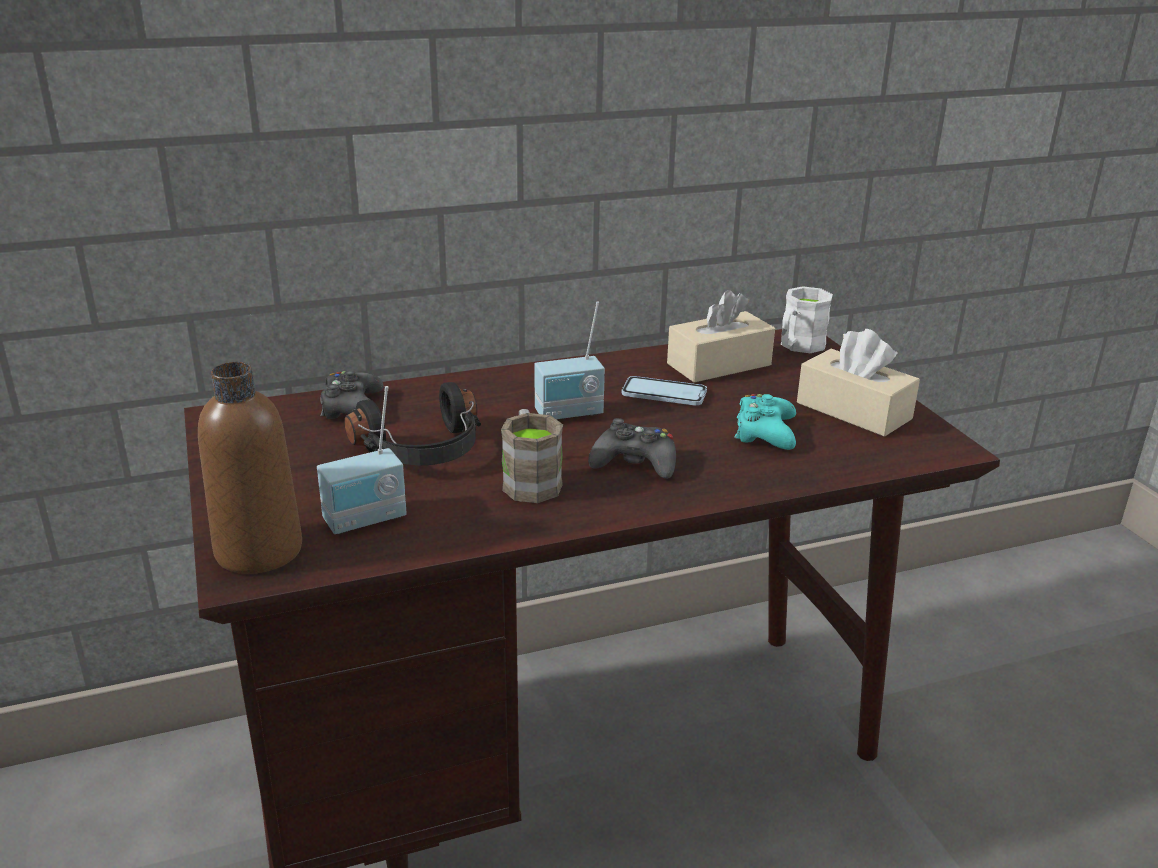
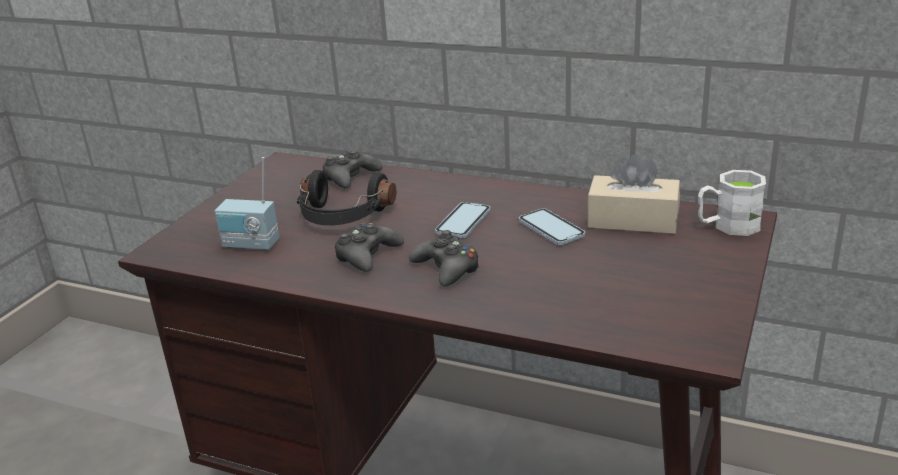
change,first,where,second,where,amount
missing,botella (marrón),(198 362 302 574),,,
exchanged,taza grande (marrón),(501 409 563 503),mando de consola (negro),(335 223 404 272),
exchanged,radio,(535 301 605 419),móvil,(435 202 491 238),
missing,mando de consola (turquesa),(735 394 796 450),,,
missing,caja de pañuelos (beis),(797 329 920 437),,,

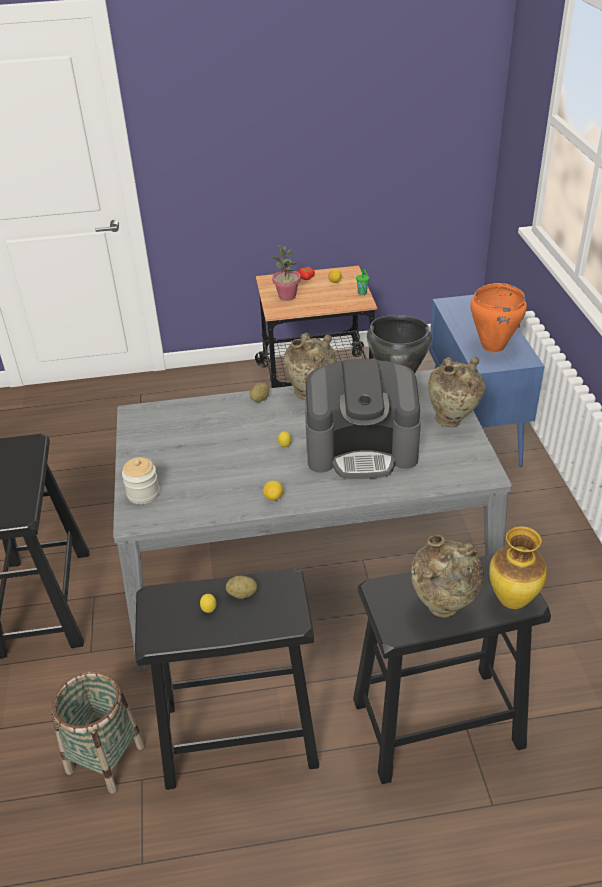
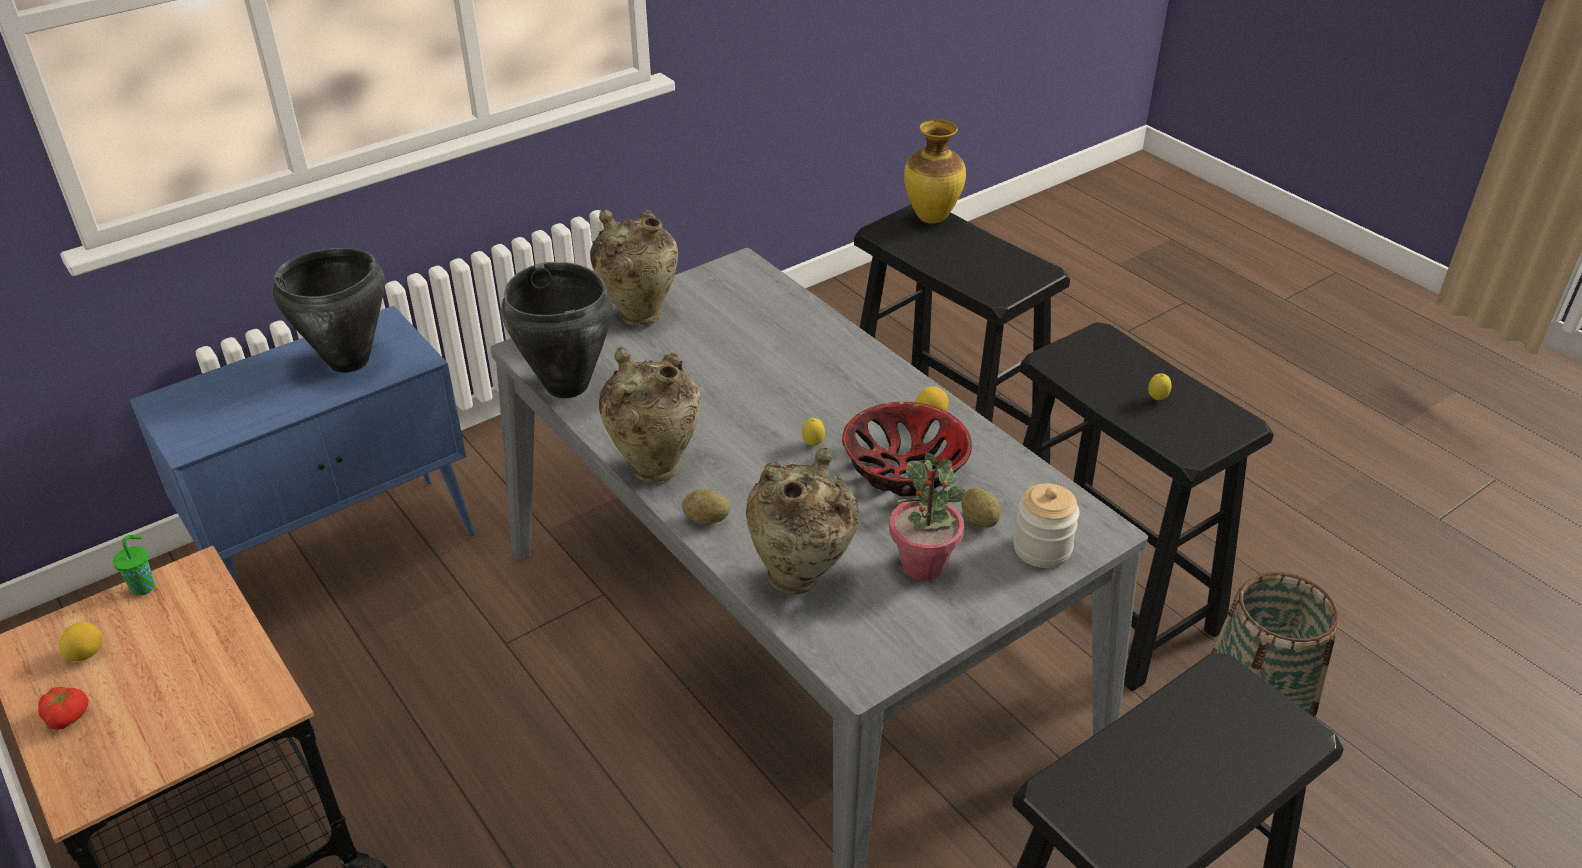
change,first,where,second,where,amount
relocated,patata,(226 576 257 599),,(961 488 1001 528),
relocated,planta en maceta,(271 245 301 301),,(889 452 965 580),
missing,cafetera,(305 358 421 479),,,
relocated,florero (beis),(411 535 484 618),,(746 448 859 594),
colour,olla (naranja),(470 283 527 352),olla (negro),(273 248 385 373),
appeared,,,cuenco,(842 402 972 496),

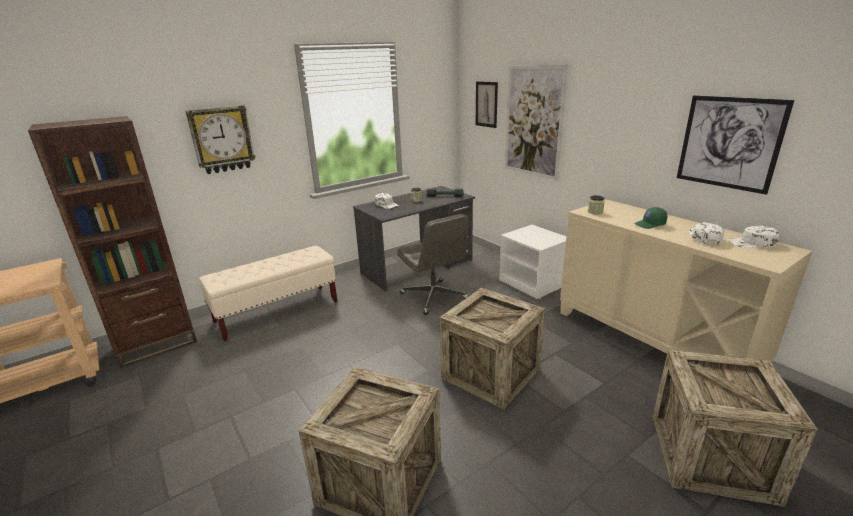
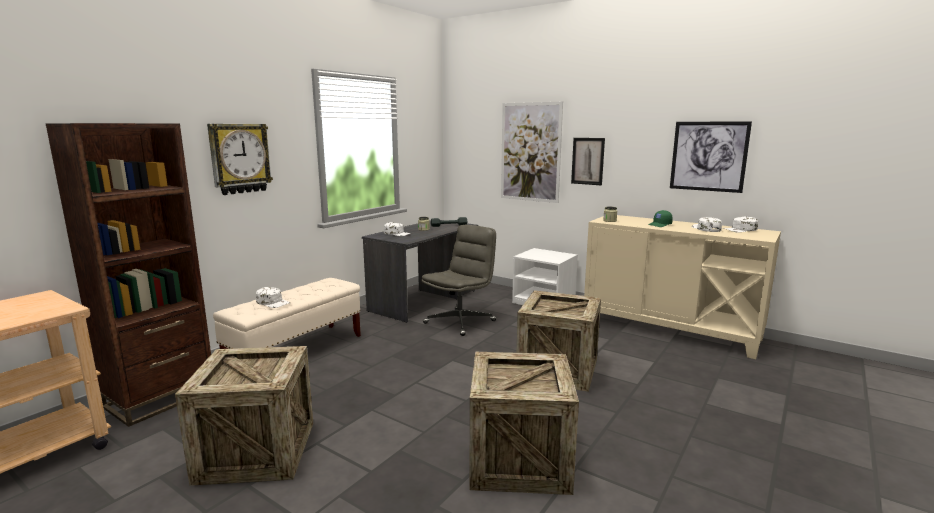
change,first,where,second,where,amount
spun,silla de oficina (gris),(397 214 469 315),,(421 225 496 336),90 degrees counterclockwise
relocated,cuadro,(476 81 498 128),,(571 138 605 185),
relocated,caja de embalaje,(653 350 818 507),,(175 346 313 486),
appeared,,,gorra (blanco),(256 287 291 308),

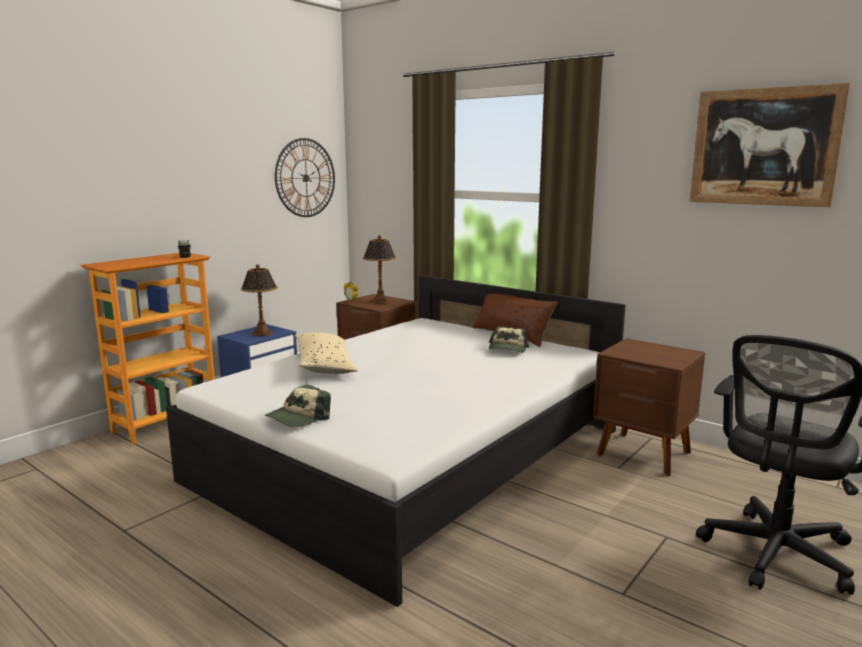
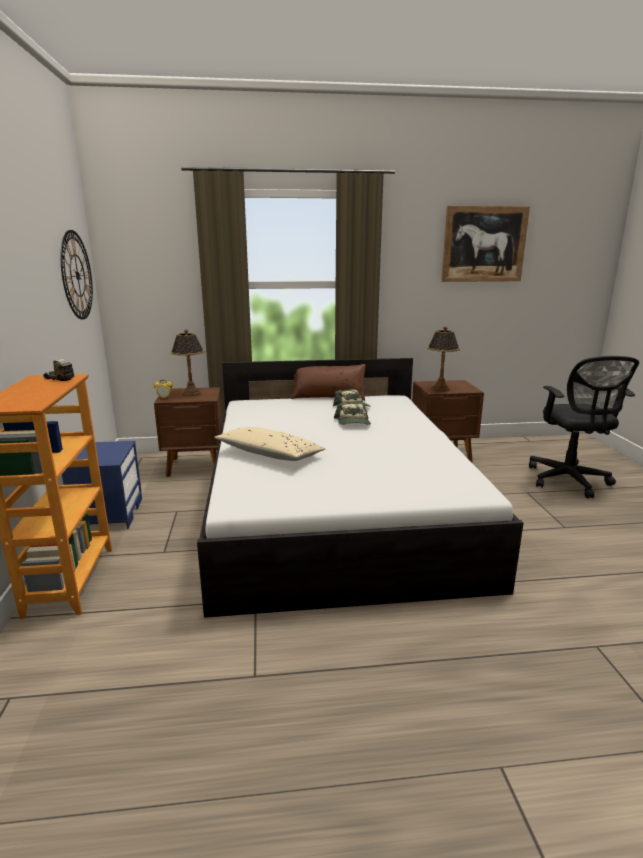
change,first,where,second,where,amount
relocated,lámpara de mesa,(241 264 278 336),,(427 327 460 391),
relocated,gorra,(265 384 331 427),,(334 403 371 425),

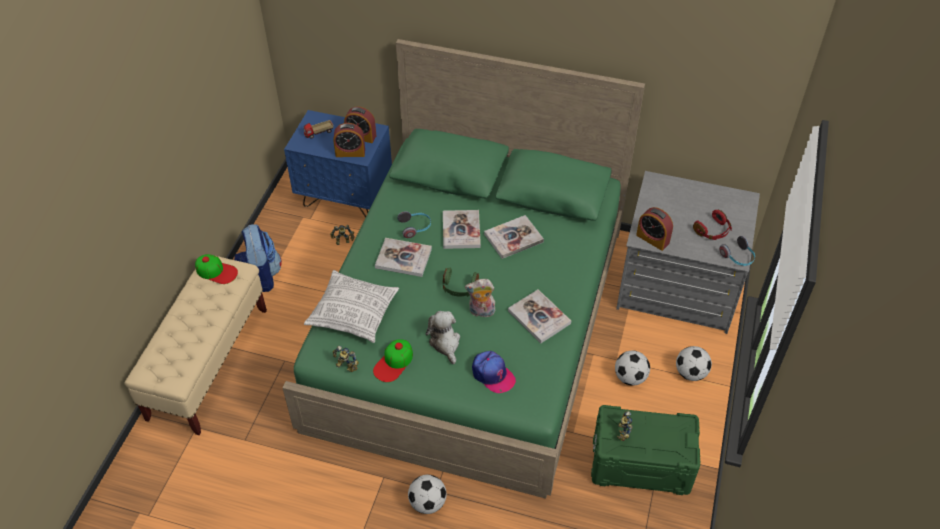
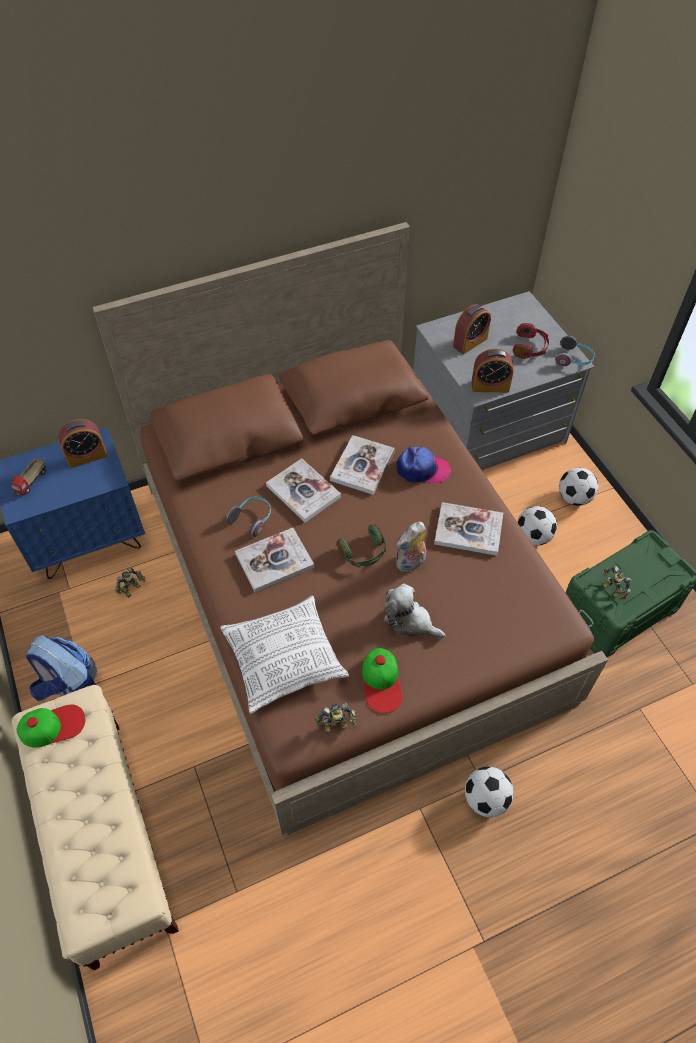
change,first,where,second,where,amount
colour,cama (verde),(283 39 645 499),cama (marrón),(92 222 608 835),
relocated,despertador,(333 123 365 157),,(453 304 491 354),
relocated,gorra,(472 351 516 393),,(396 447 451 484),

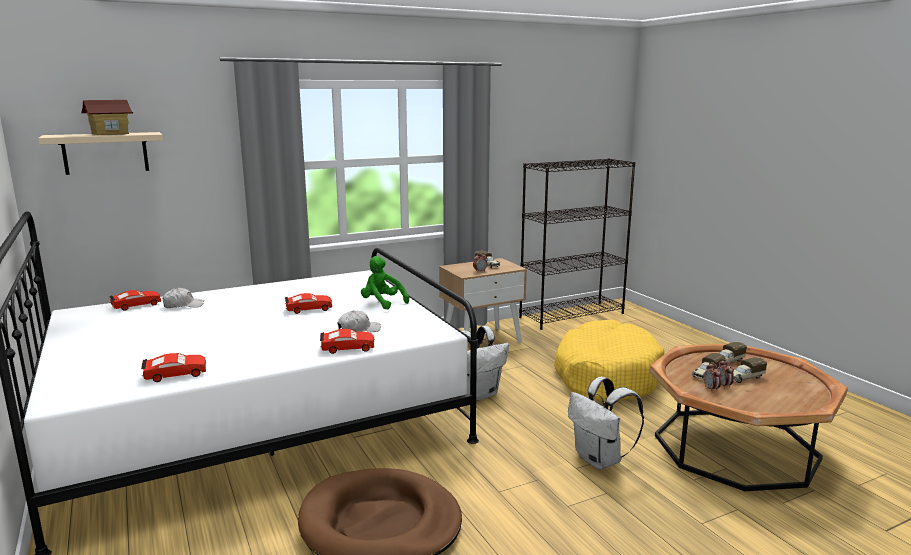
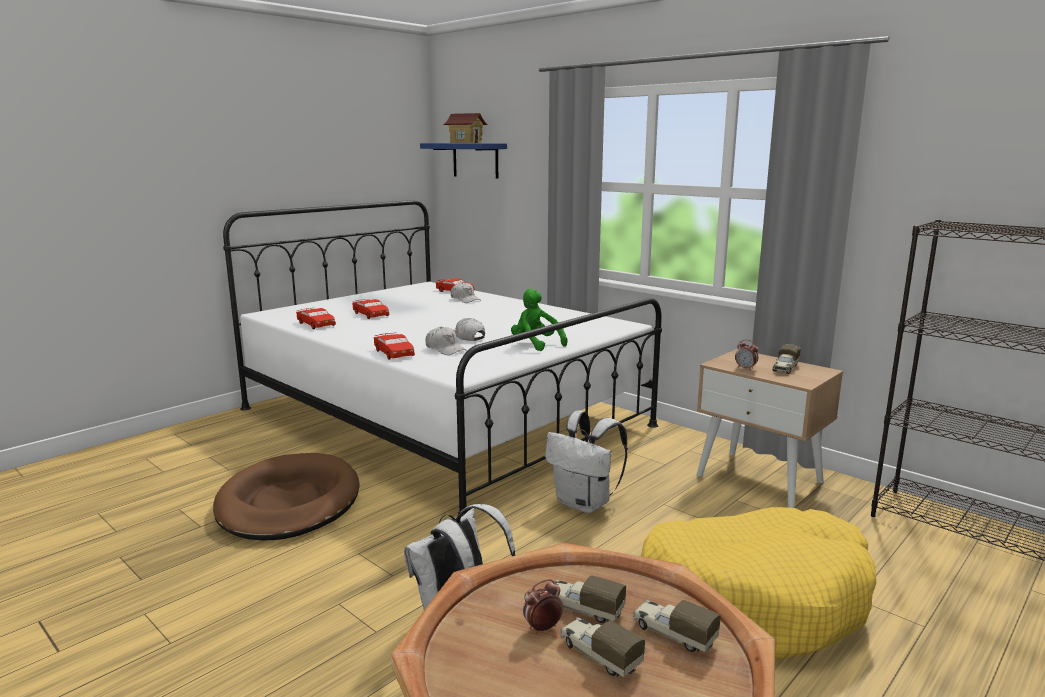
change,first,where,second,where,amount
colour,estante (beis),(38 132 163 175),estante (azul),(420 143 507 178),
relocated,coche de juguete (rojo),(285 293 332 314),,(352 299 390 319),
spun,peluche (verde),(361 256 409 310),,(511 289 568 351),60 degrees counterclockwise
missing,despertador,(704 362 721 392),,,
appeared,,,gorra (blanco),(454 318 485 341),

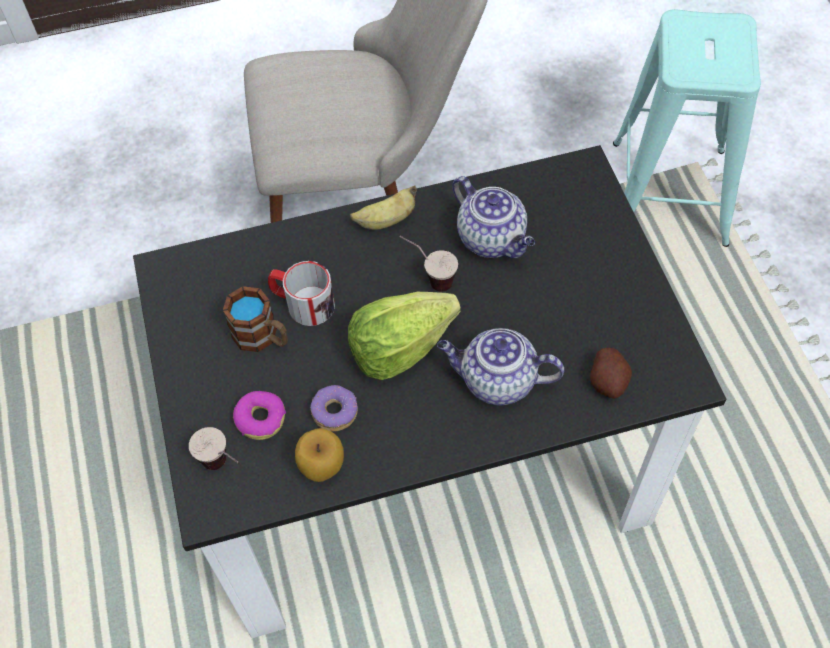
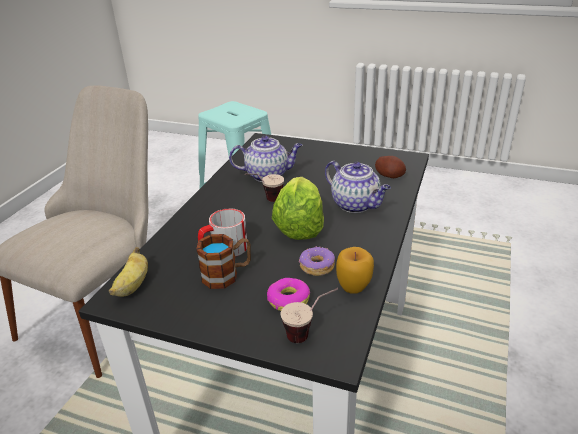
change,first,where,second,where,amount
relocated,plátano,(350 185 417 230),,(109 247 148 297),
spun,tetera,(437 328 564 406),,(325 161 391 213),90 degrees counterclockwise

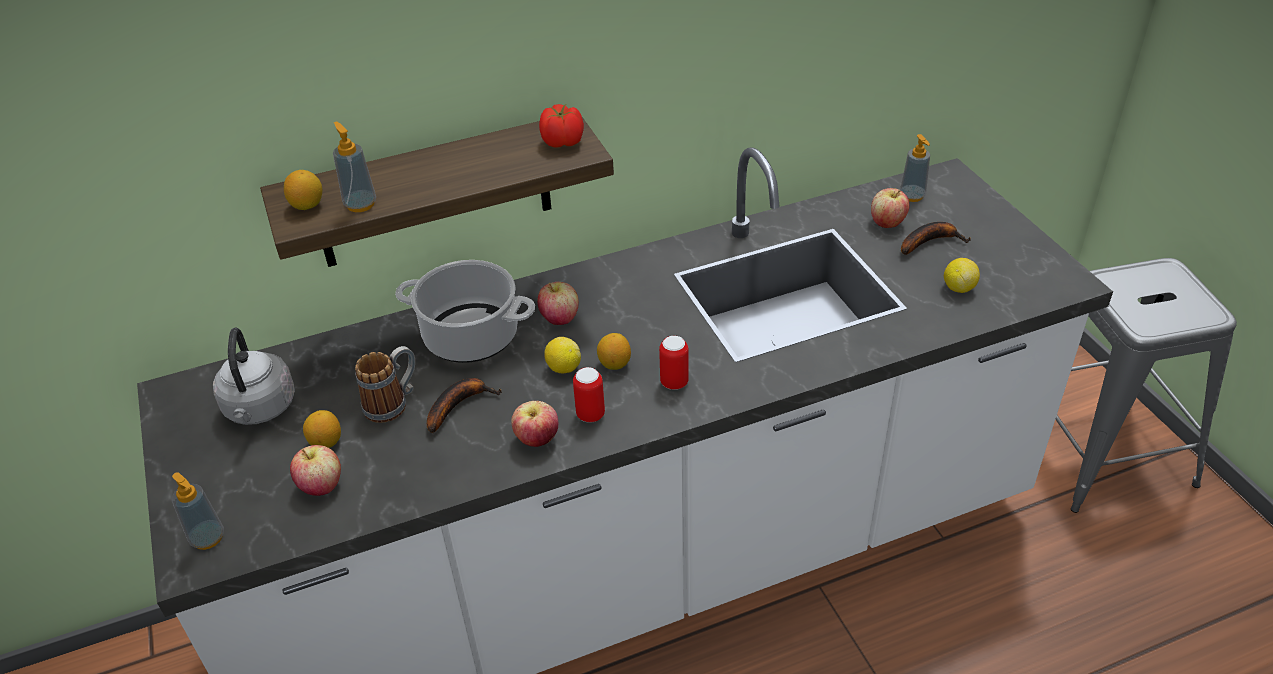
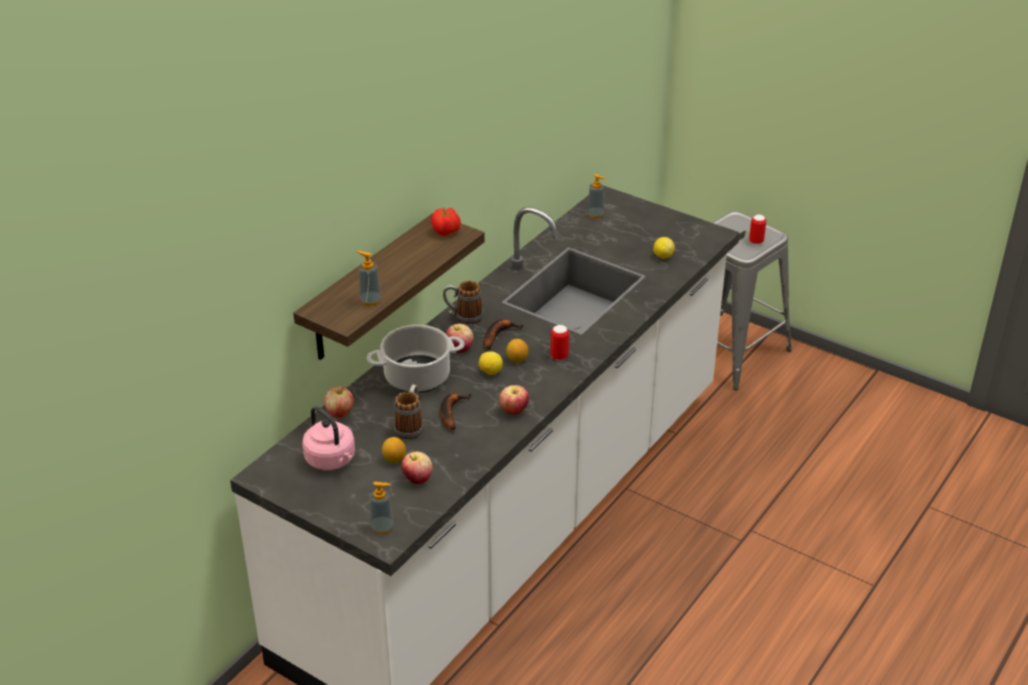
change,first,where,second,where,amount
colour,hervidor (gris),(213 328 295 425),hervidor (rosa),(302 406 355 470),
missing,limón,(284 170 322 210),,,
relocated,lata,(573 367 605 423),,(749 215 766 244),
relocated,manzana,(871 188 909 228),,(324 386 354 418),
relocated,plátano,(901 222 971 255),,(484 319 523 349),
appeared,,,taza grande,(443 280 483 324),

